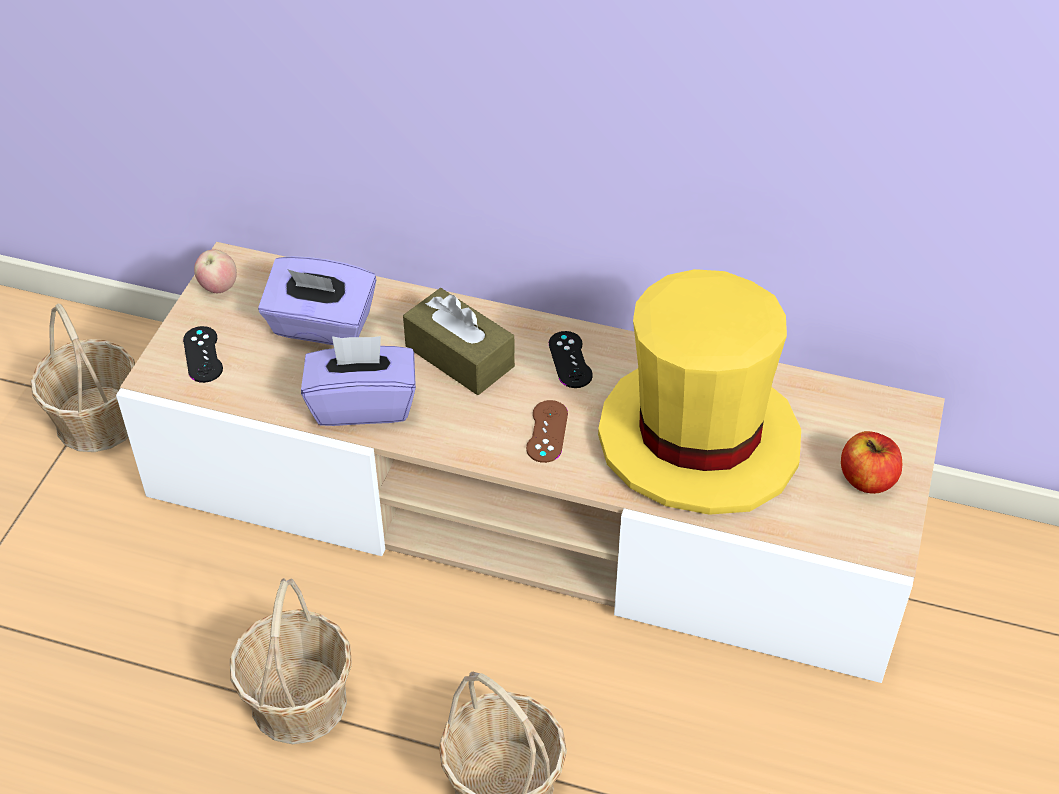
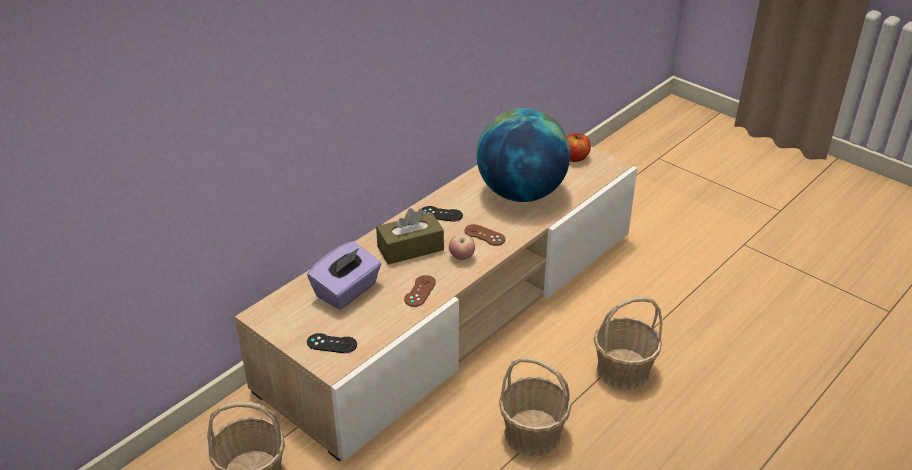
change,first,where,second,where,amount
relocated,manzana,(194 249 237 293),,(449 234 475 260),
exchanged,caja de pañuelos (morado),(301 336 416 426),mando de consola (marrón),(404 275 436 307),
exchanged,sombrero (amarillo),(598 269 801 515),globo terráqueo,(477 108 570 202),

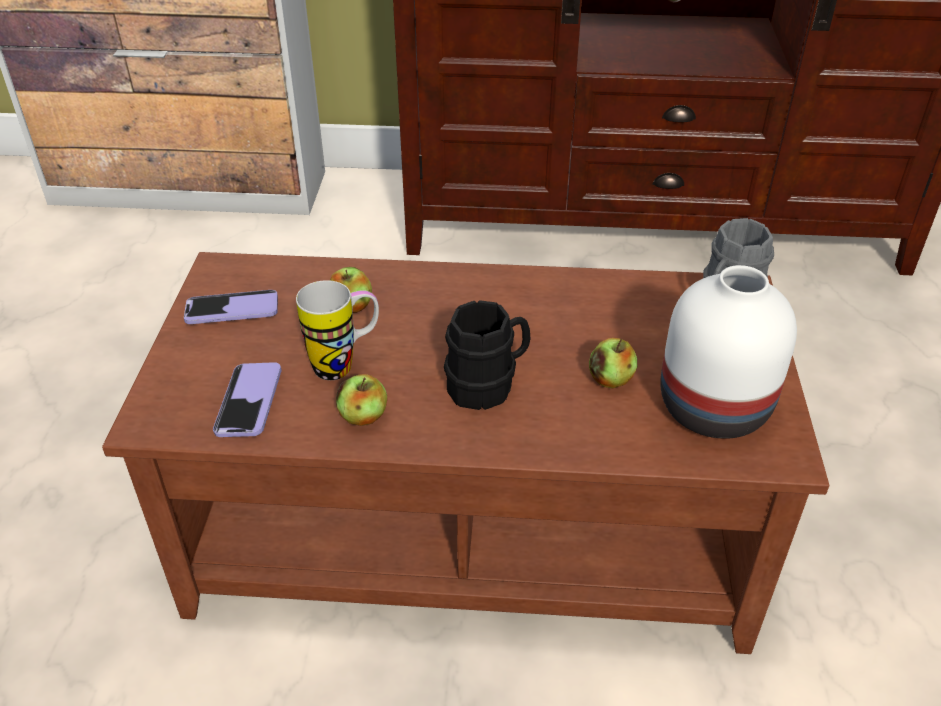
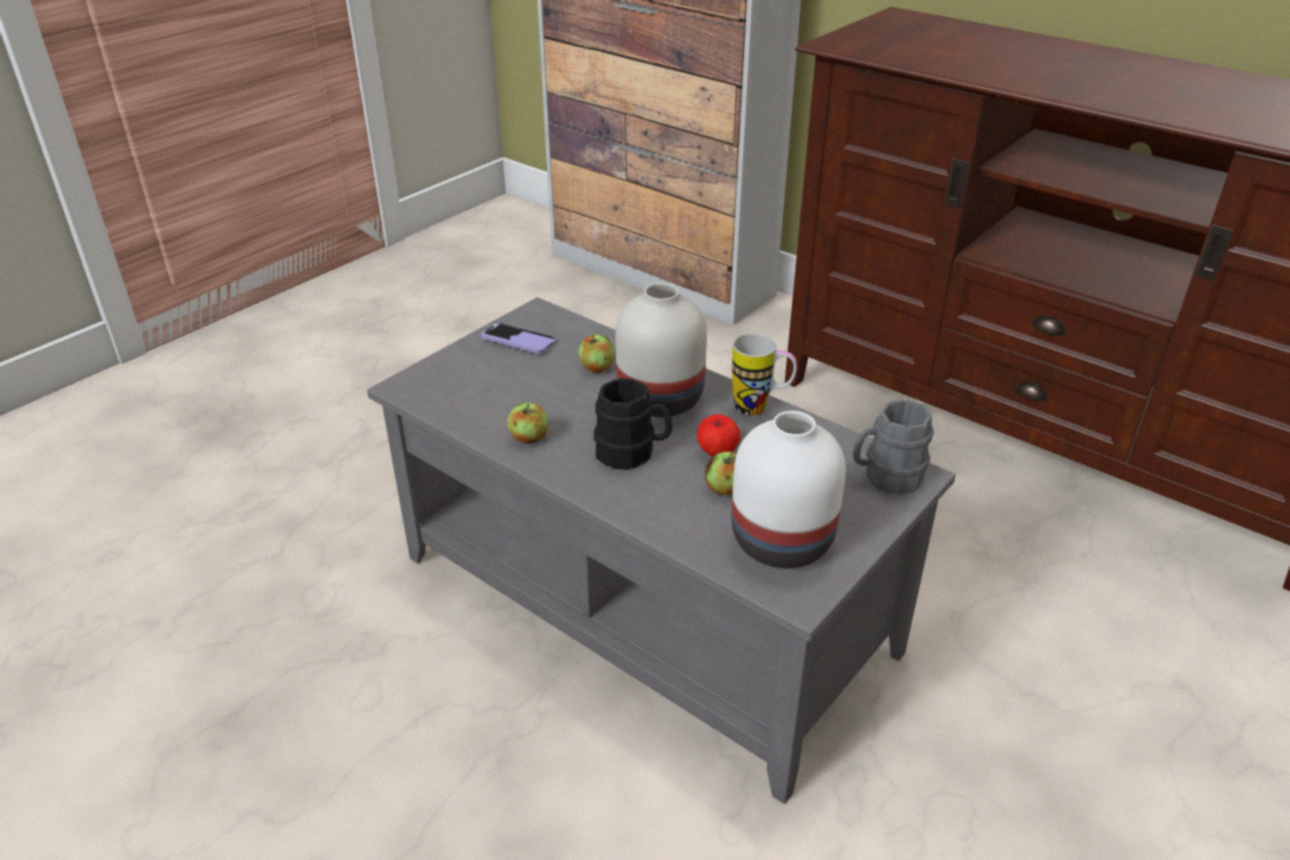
change,first,where,second,where,amount
colour,mesa de centro (marrón),(102 252 829 654),mesa de centro (gris),(367 297 956 804),
missing,móvil,(213 362 282 437),,,
relocated,taza grande,(296 280 379 380),,(732 334 797 416),
appeared,,,florero (blanco),(615 283 707 417),
appeared,,,manzana,(697 414 740 457),

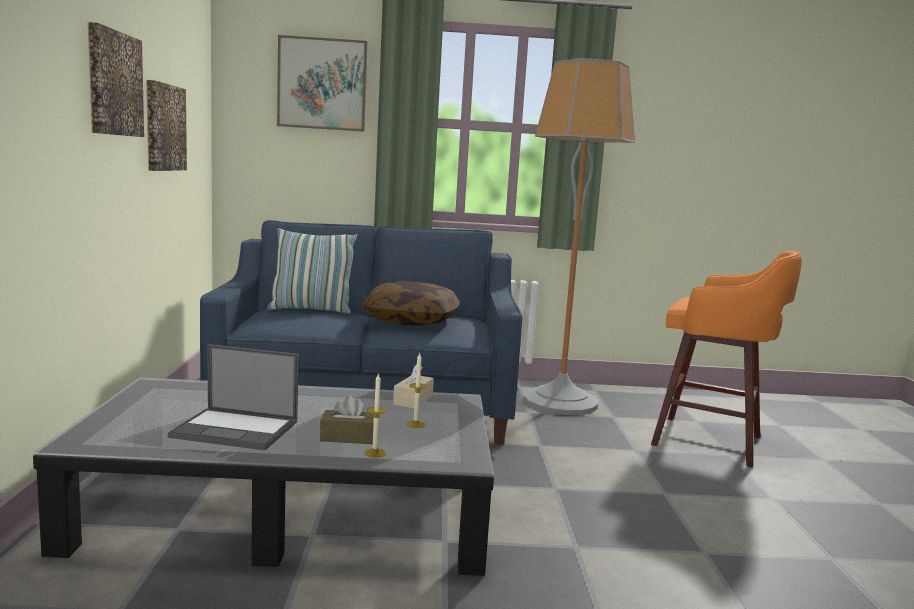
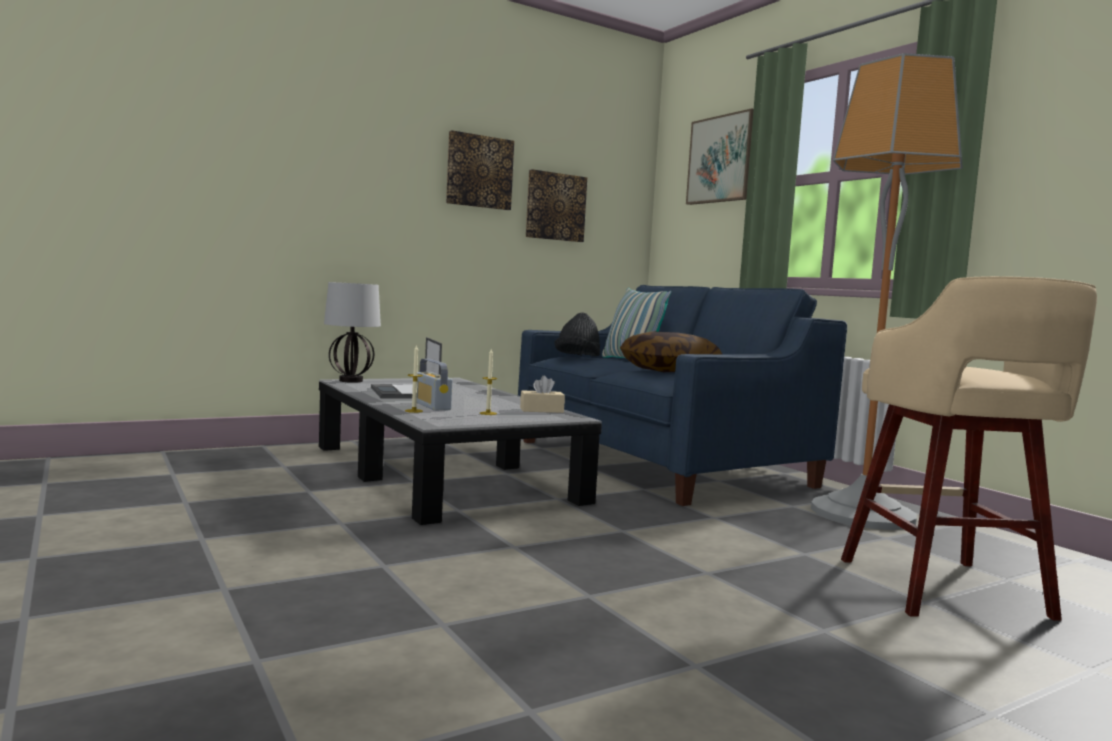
change,first,where,second,where,amount
exchanged,caja de pañuelos (marrón),(320 395 374 444),radio,(417 359 453 411),
colour,taburete (naranja),(651 251 802 467),taburete (beis),(841 276 1097 621),
appeared,,,lámpara de mesa,(324 282 381 383),
appeared,,,sombrero (negro),(554 312 600 356),

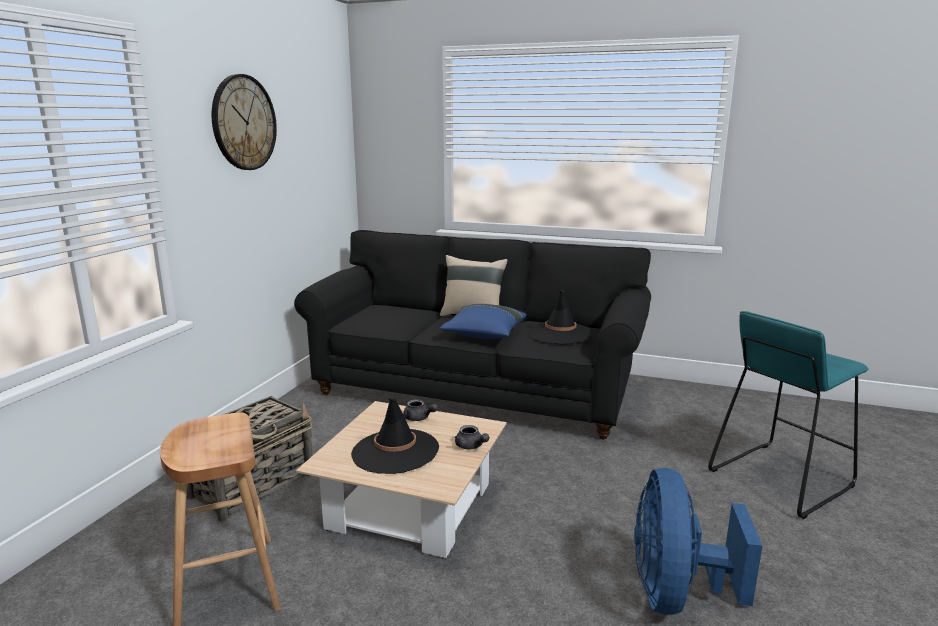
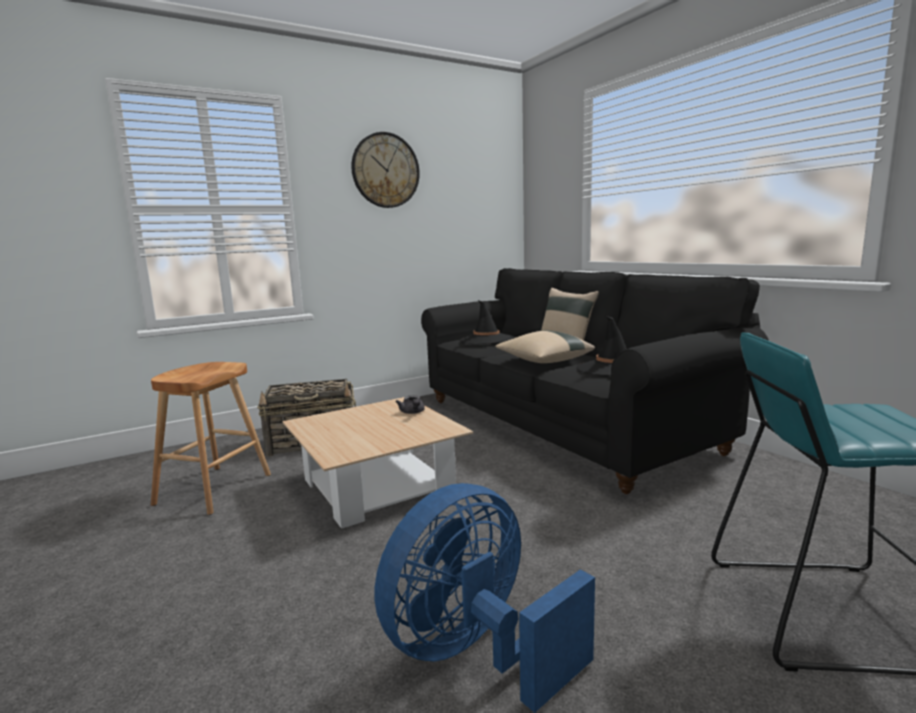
change,first,where,second,where,amount
relocated,sombrero (negro),(351 398 439 474),,(459 300 514 344),
colour,cojín (azul),(440 304 526 339),cojín (beis),(495 330 595 363),
missing,tetera (gris),(455 425 489 449),,,

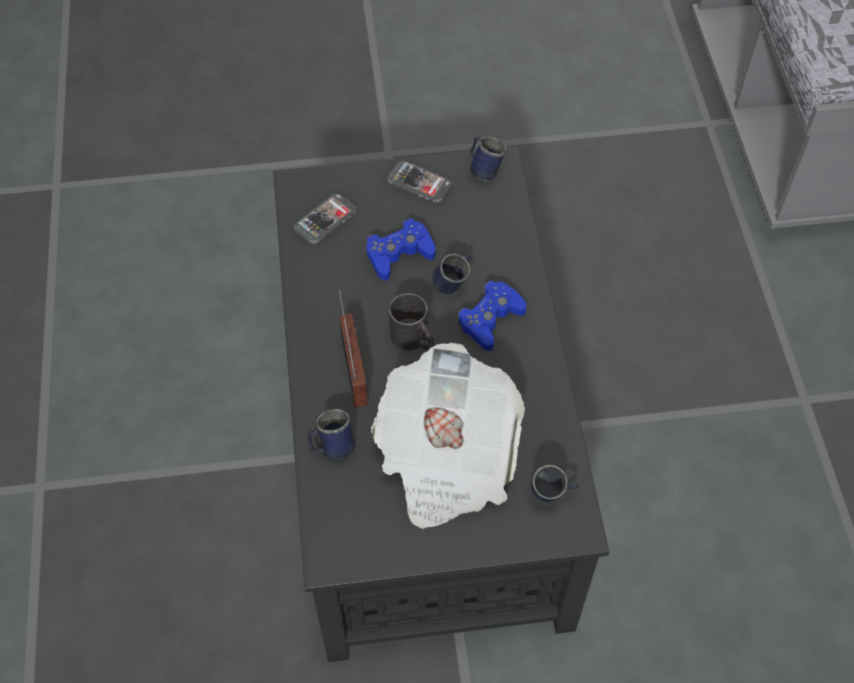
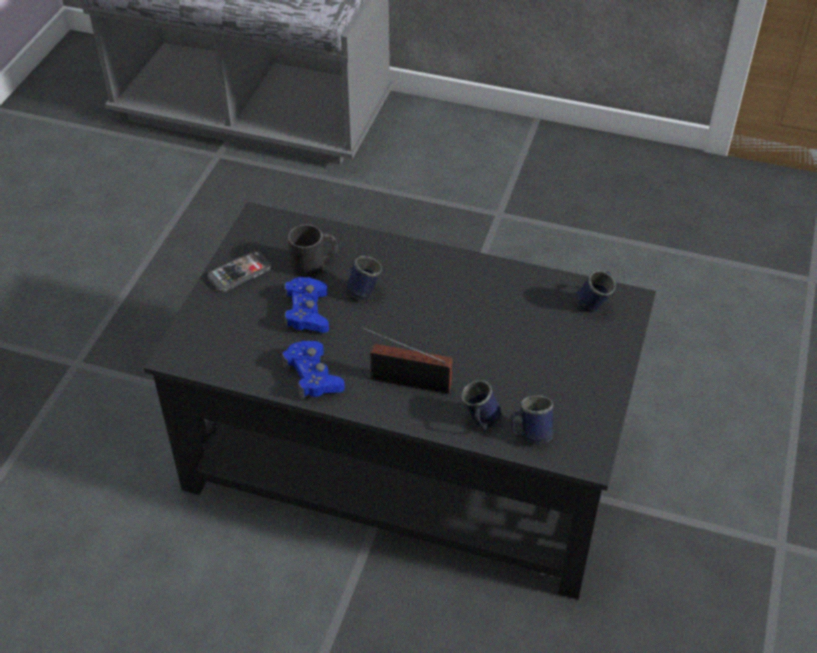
change,first,where,second,where,amount
missing,móvil,(294 193 357 244),,,
missing,periódico,(371 343 525 529),,,
relocated,taza grande (negro),(389 293 434 350),,(288 224 338 277),
relocated,mando de consola (azul),(457 280 526 351),,(282 341 345 400),
relocated,taza grande (azul),(470 136 507 181),,(511 395 554 444),

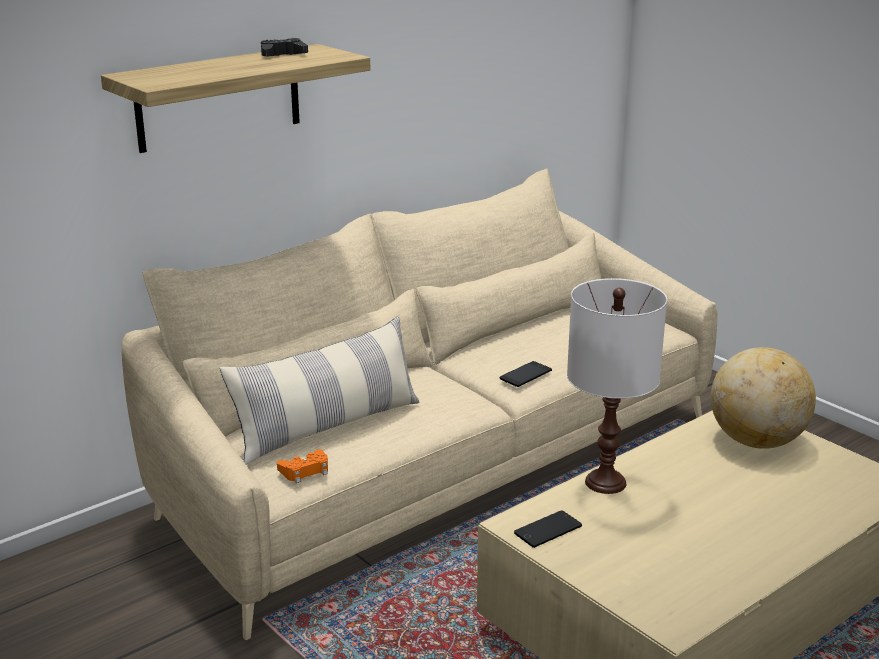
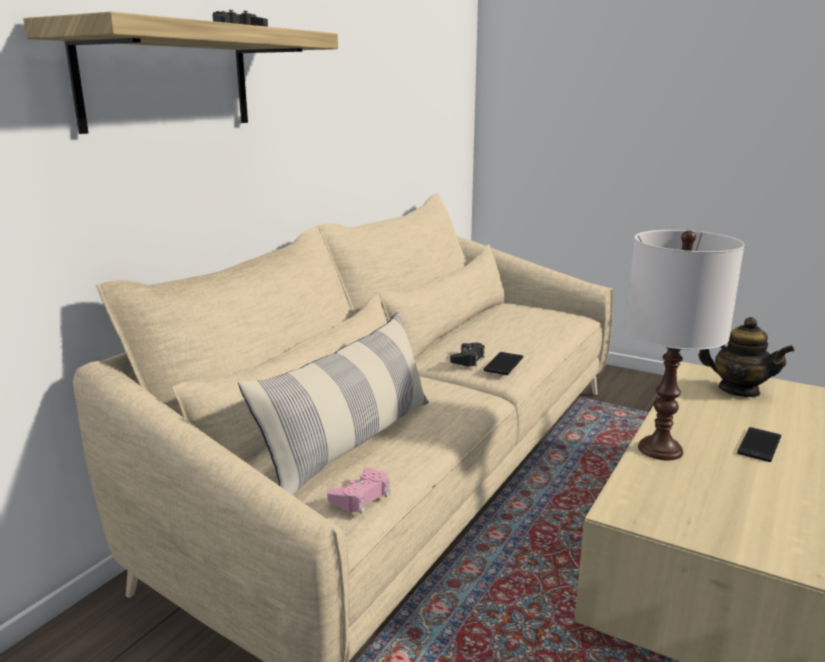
change,first,where,second,where,amount
colour,mando de consola (naranja),(277 450 328 483),mando de consola (rosa),(327 468 390 514),
relocated,móvil,(514 510 582 548),,(737 427 781 462),
exchanged,globo terráqueo,(711 347 816 449),tetera,(698 317 794 397),
appeared,,,mando de consola (negro),(450 342 485 367),

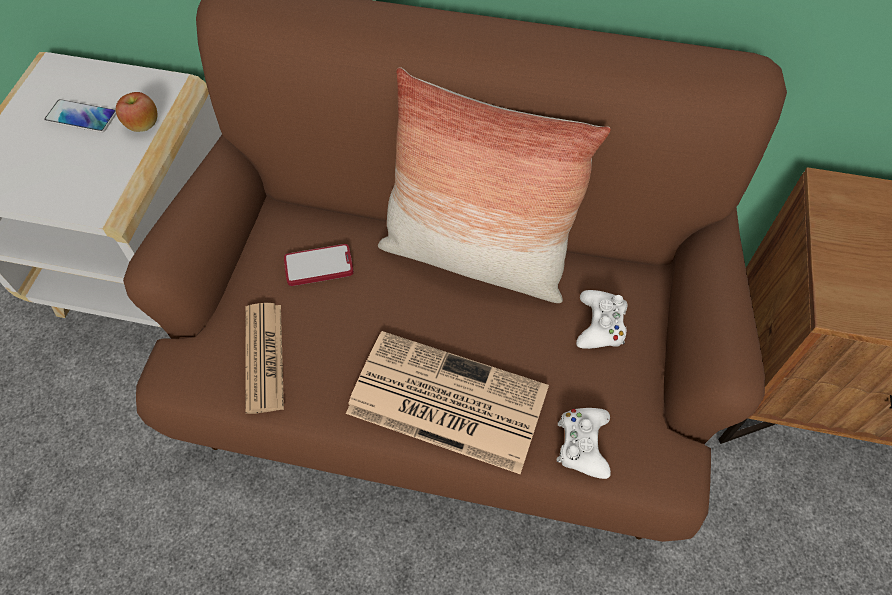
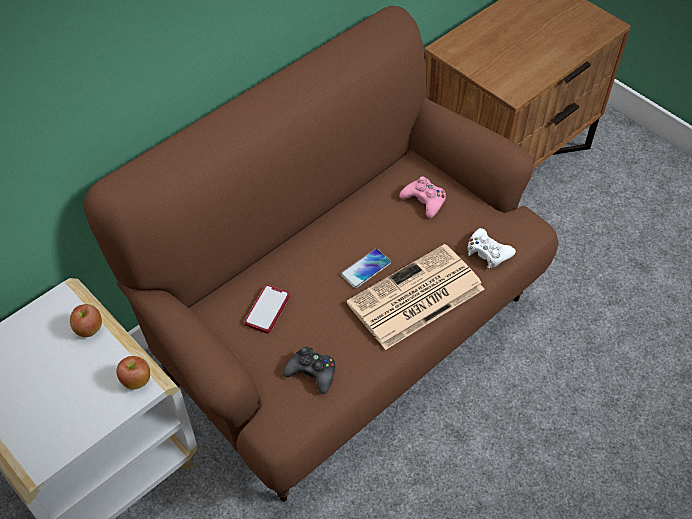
change,first,where,second,where,amount
relocated,móvil,(44 99 116 133),,(341 249 391 288),
exchanged,periódico,(245 303 284 414),mando de consola (negro),(283 347 335 394),
missing,cojín,(378 67 611 303),,,
colour,mando de consola (blanco),(576 290 627 349),mando de consola (rosa),(400 176 446 218),
appeared,,,manzana,(116 356 150 390),

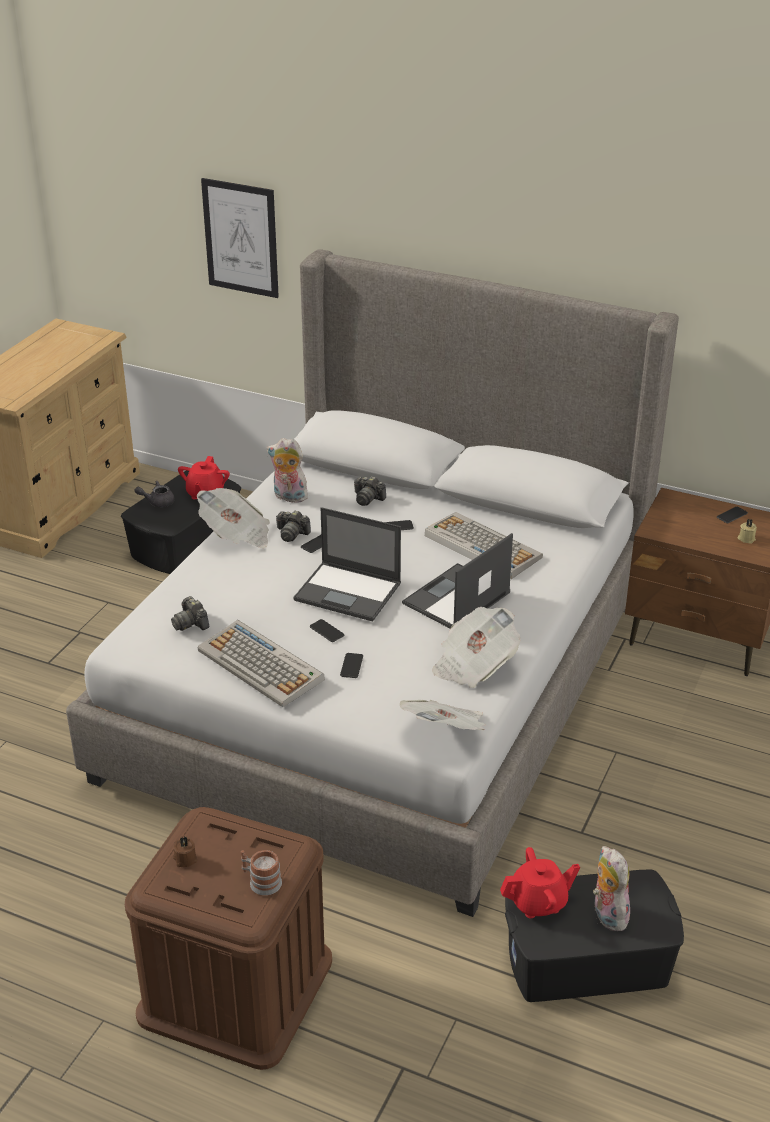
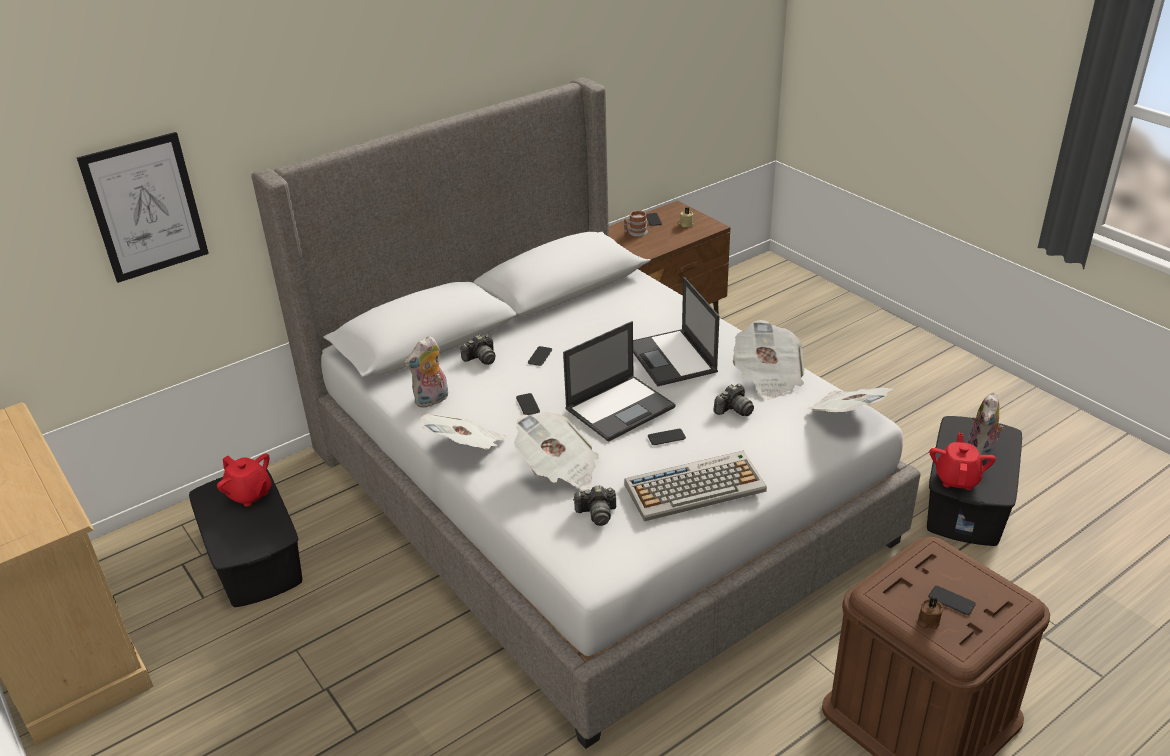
change,first,where,second,where,amount
missing,tetera (gris),(134 481 175 507),,,
relocated,taza grande,(241 850 282 895),,(624 210 648 237),
relocated,cámara,(276 510 311 542),,(713 384 754 416),
relocated,móvil,(340 653 363 678),,(928 586 976 615),
missing,teclado,(425 512 543 579),,,
spun,peluche,(593 846 630 931),,(967 392 1004 460),75 degrees counterclockwise
appeared,,,periódico,(514 412 599 490),

